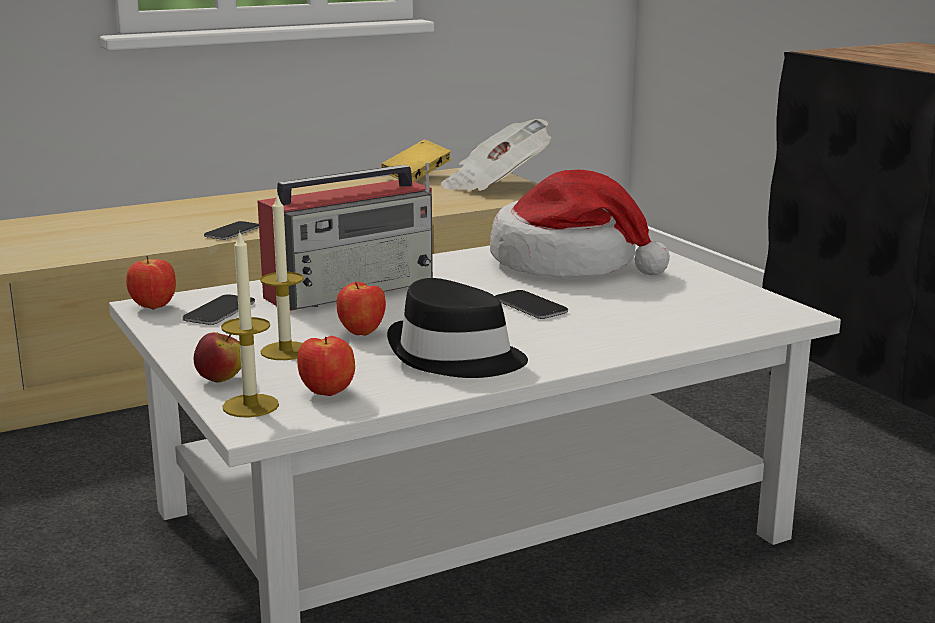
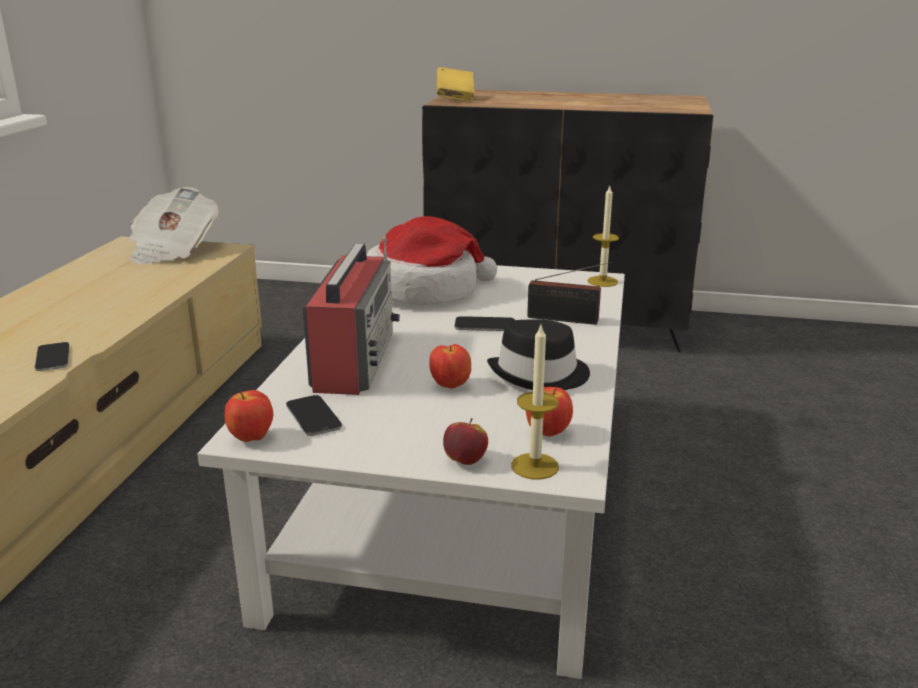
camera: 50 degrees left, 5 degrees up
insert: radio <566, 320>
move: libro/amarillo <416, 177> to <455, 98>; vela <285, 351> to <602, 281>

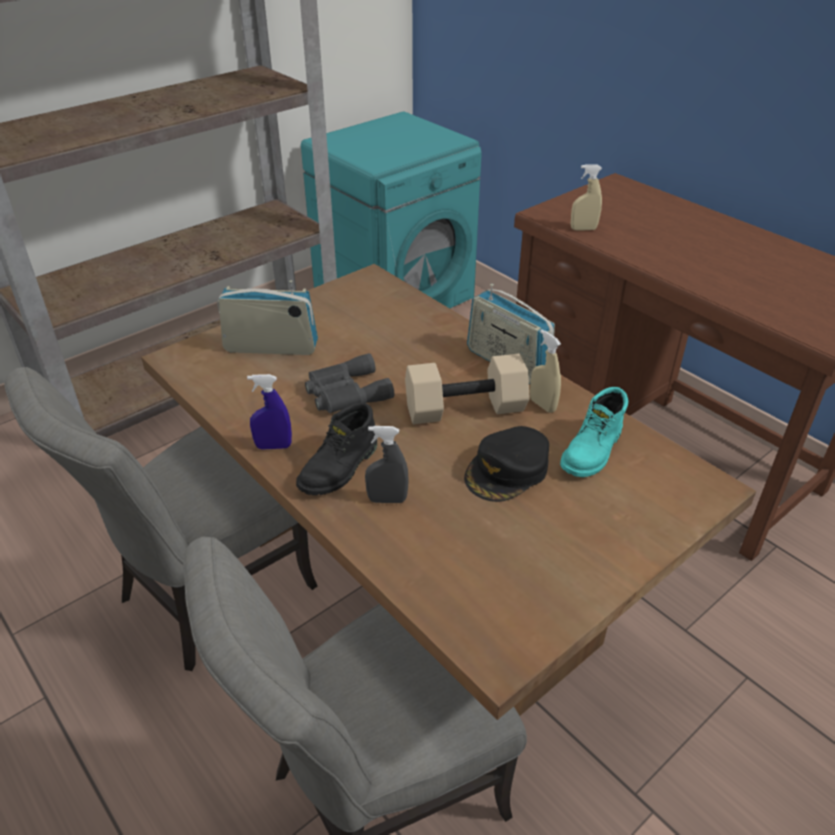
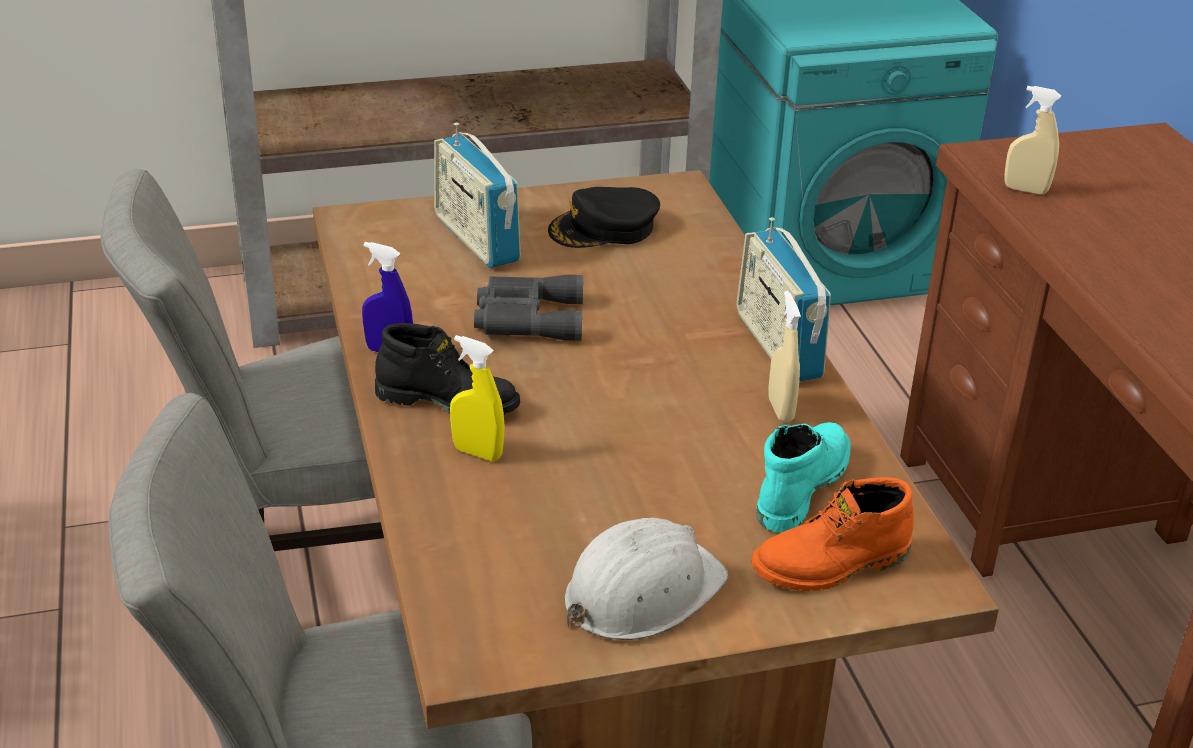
camera: 25 degrees right, 5 degrees down
delete: mancuerna/beis <464, 410>
insert: bota/naranja <832, 566>; casco/blanco <642, 592>
move: gorra/negro <507, 471> to <604, 229>
recolor: pulverizador/gris <387, 500> to pulverizador/amarillo <477, 453>
rotate: radio <271, 347> = <476, 239> 150 degrees counterclockwise; bota/turquesa <593, 452> = <800, 486> 150 degrees clockwise; bota/negro <340, 469> = <449, 401> 135 degrees counterclockwise

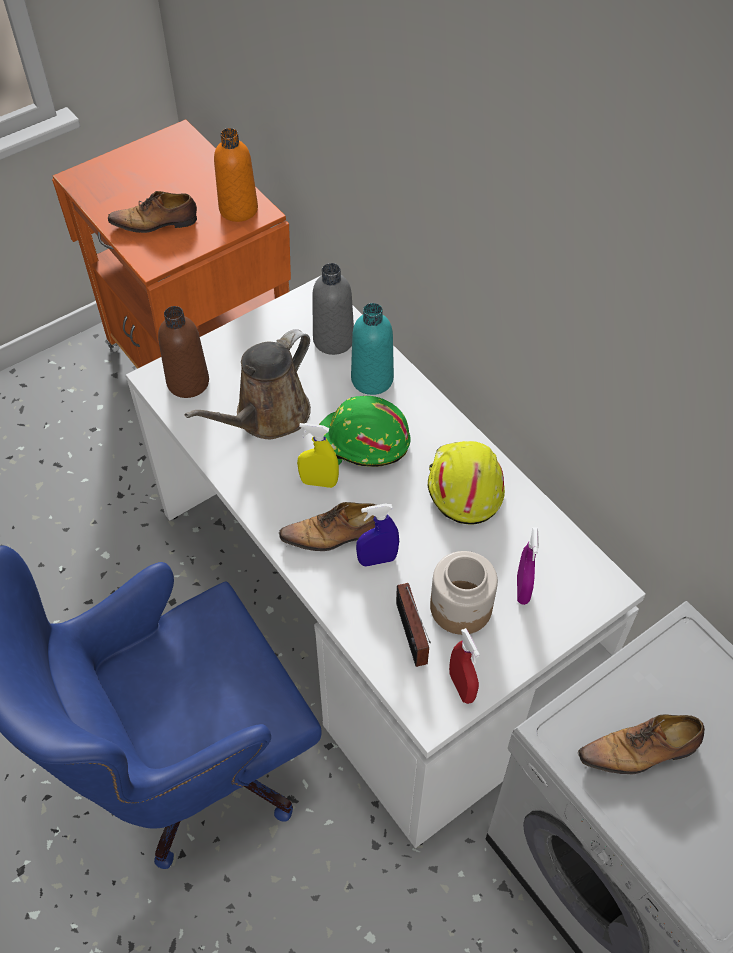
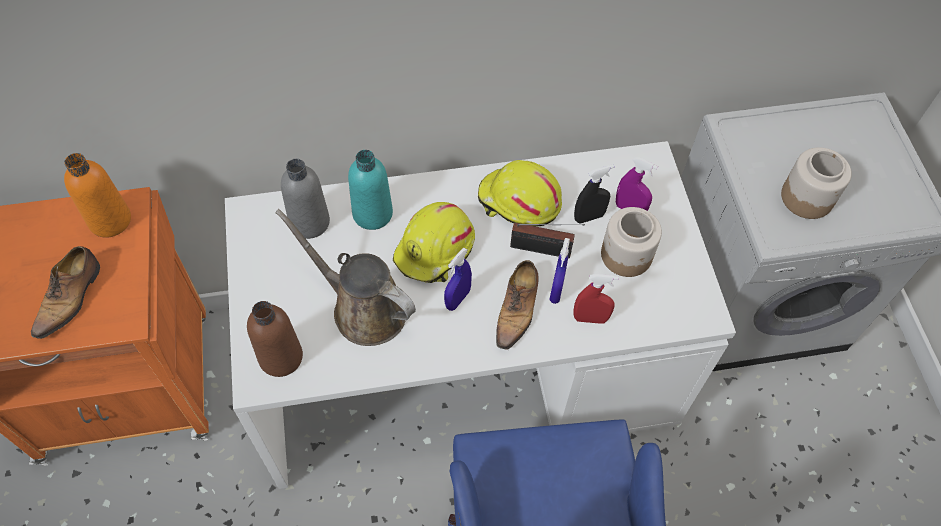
camera: 65 degrees left, 5 degrees up
insert: pulverizador/negro <589, 217>
move: radio <411, 637> to <544, 250>; pulverizador/rojo <461, 687> to <590, 318>
replace: zapato <641, 751> to tarro <807, 197>
recolor: casco/verde <362, 443> to casco/amarillo <436, 250>; pulverizador/amarillo <319, 482> to pulverizador/azul <457, 299>
rotate: regadera/marrón <267, 416> = <363, 308> 150 degrees clockwise

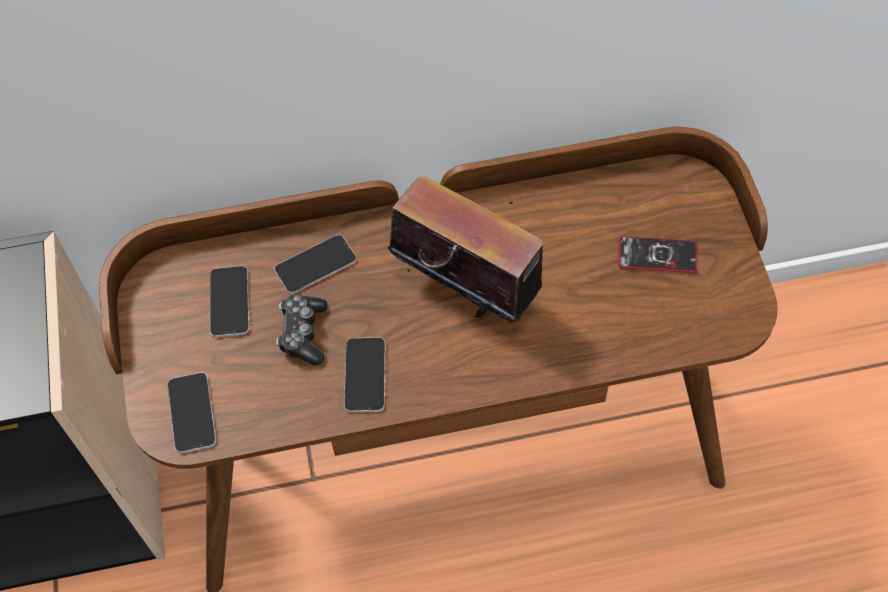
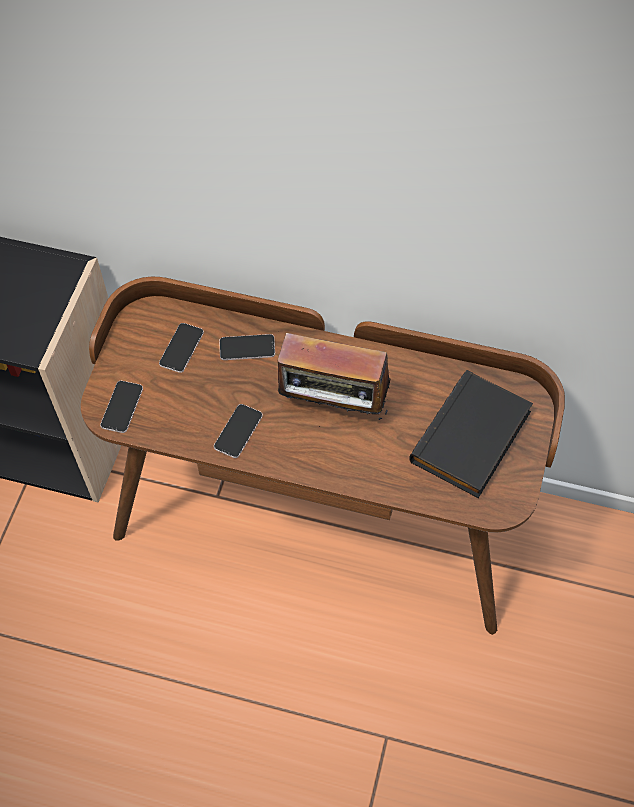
camera: 25 degrees right, 0 degrees up
delete: mando de consola <303, 333>
replace: móvil <657, 255> to libro/negro <473, 439>
rotate: radio <466, 289> = <333, 406> 135 degrees clockwise

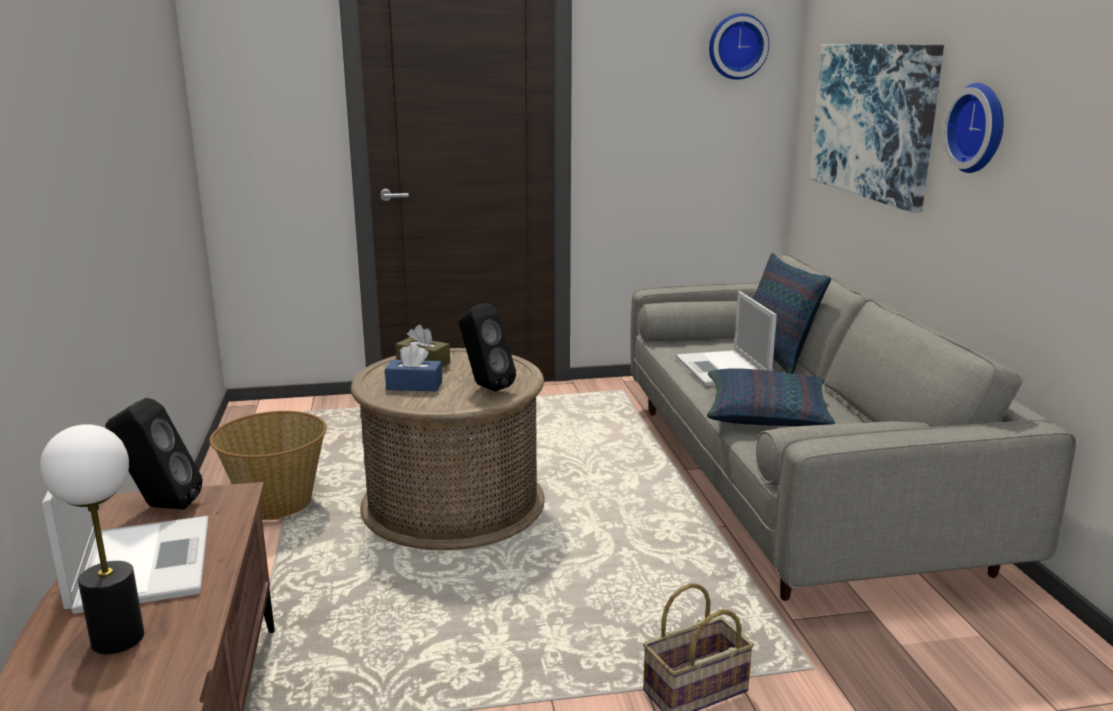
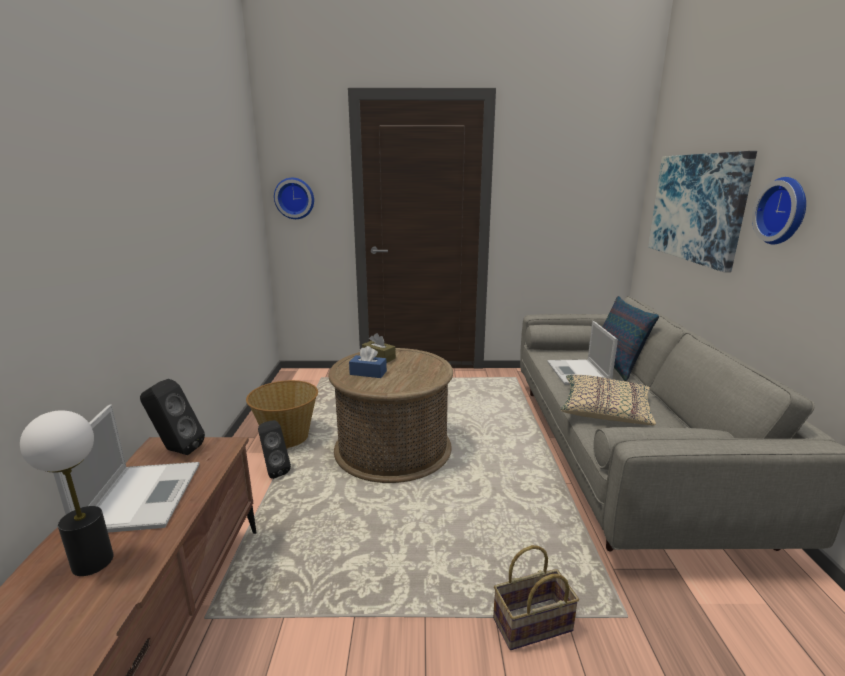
camera: 10 degrees right, 0 degrees up
move: reloj de pared <737, 46> to <295, 198>; altavoz/negro <484, 387> to <273, 471>
recolor: cojín/azul <766, 415> to cojín/beis <605, 410>

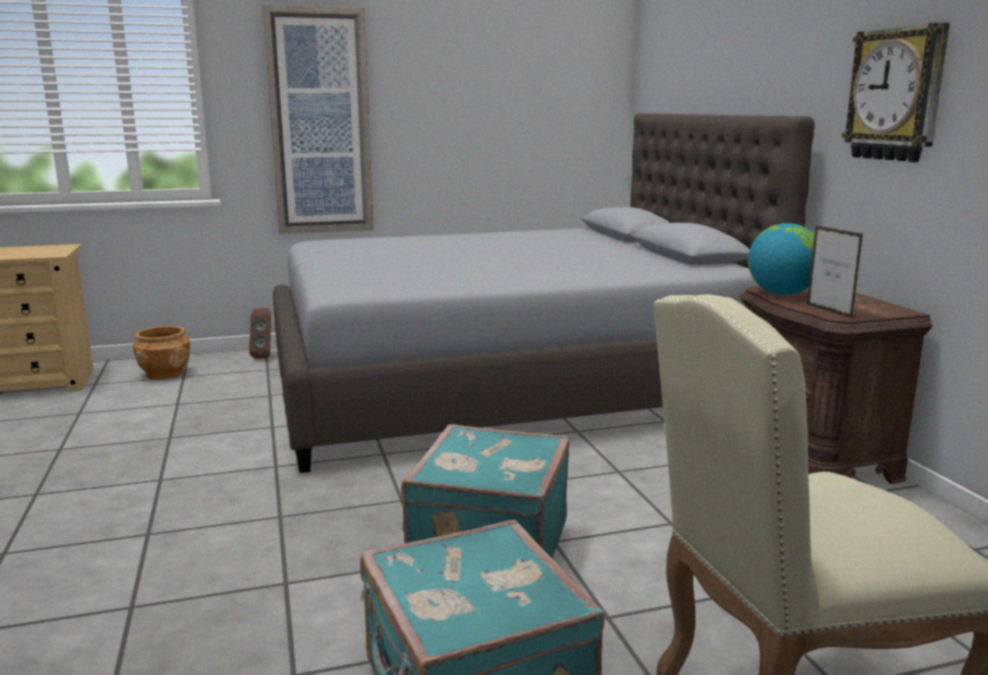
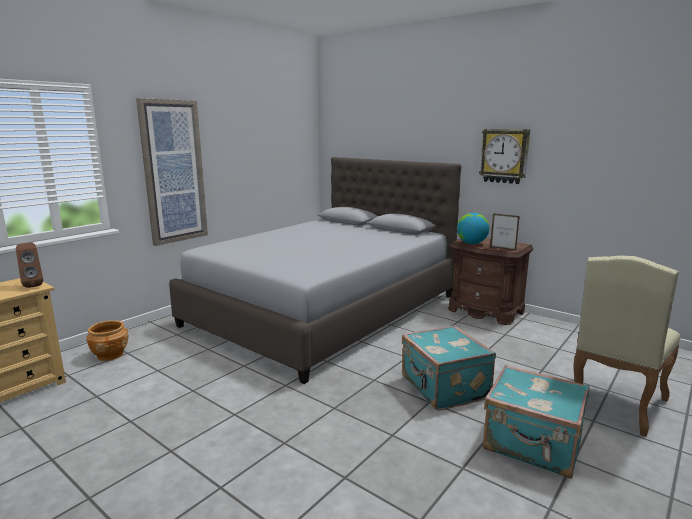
camera: 35 degrees left, 0 degrees up
move: altavoz/marrón <264, 356> to <33, 285>

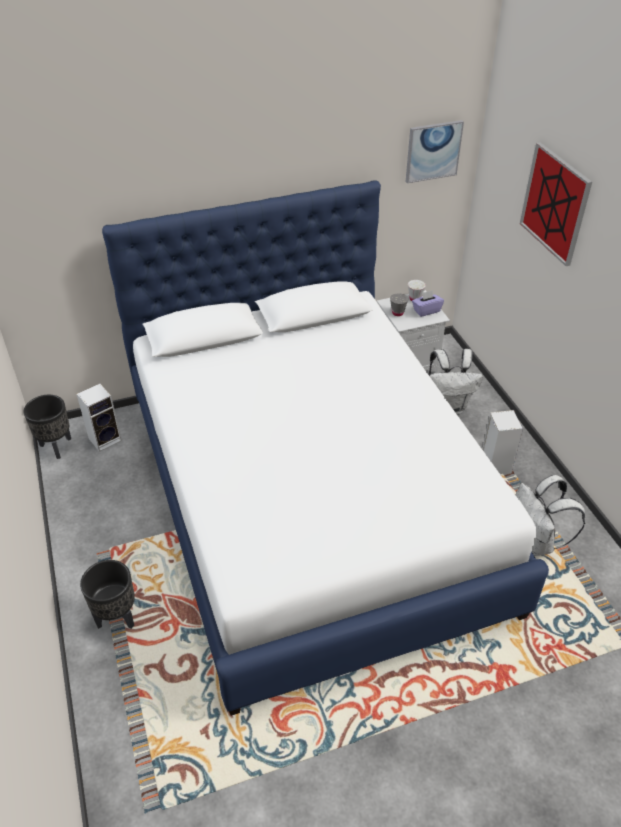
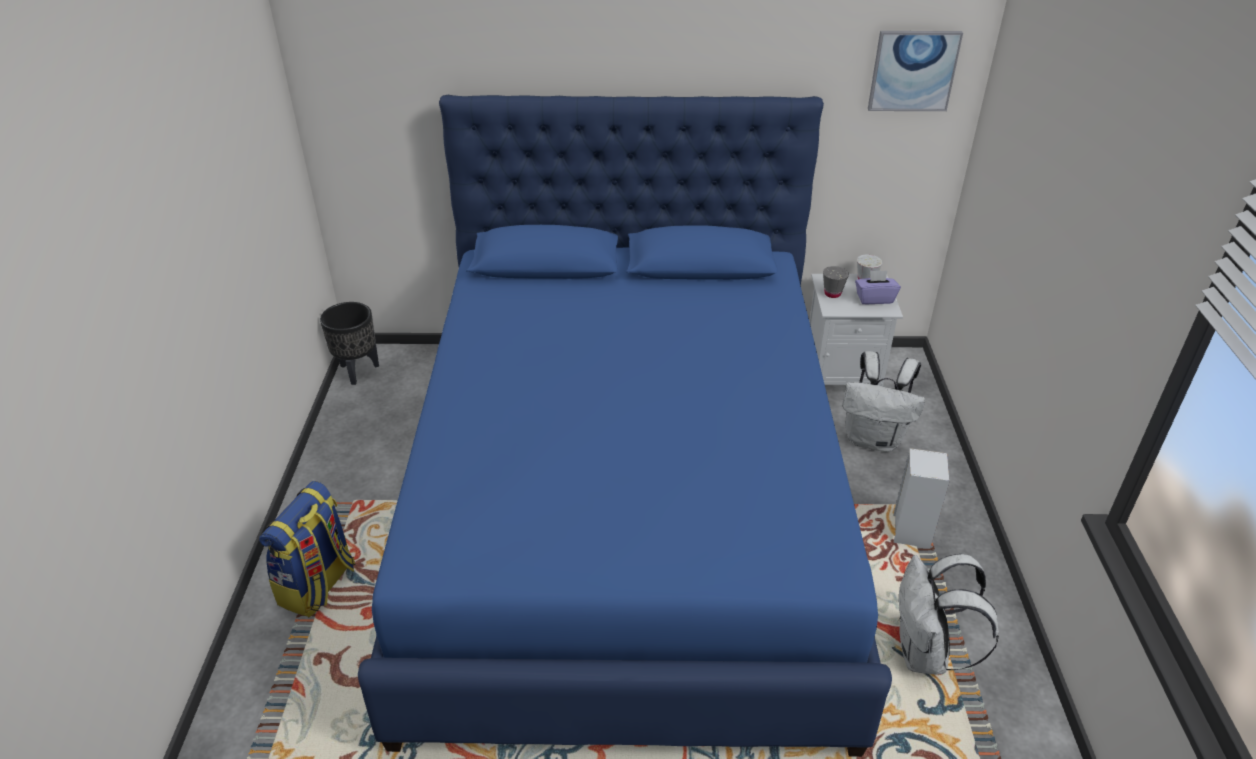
camera: 20 degrees right, 5 degrees down
delete: cuadro <555, 204>; altavoz <106, 439>
replace: maceta/negro <117, 618> to mochila <318, 586>
recolor: cama/blanco <310, 499> to cama/azul <628, 508>

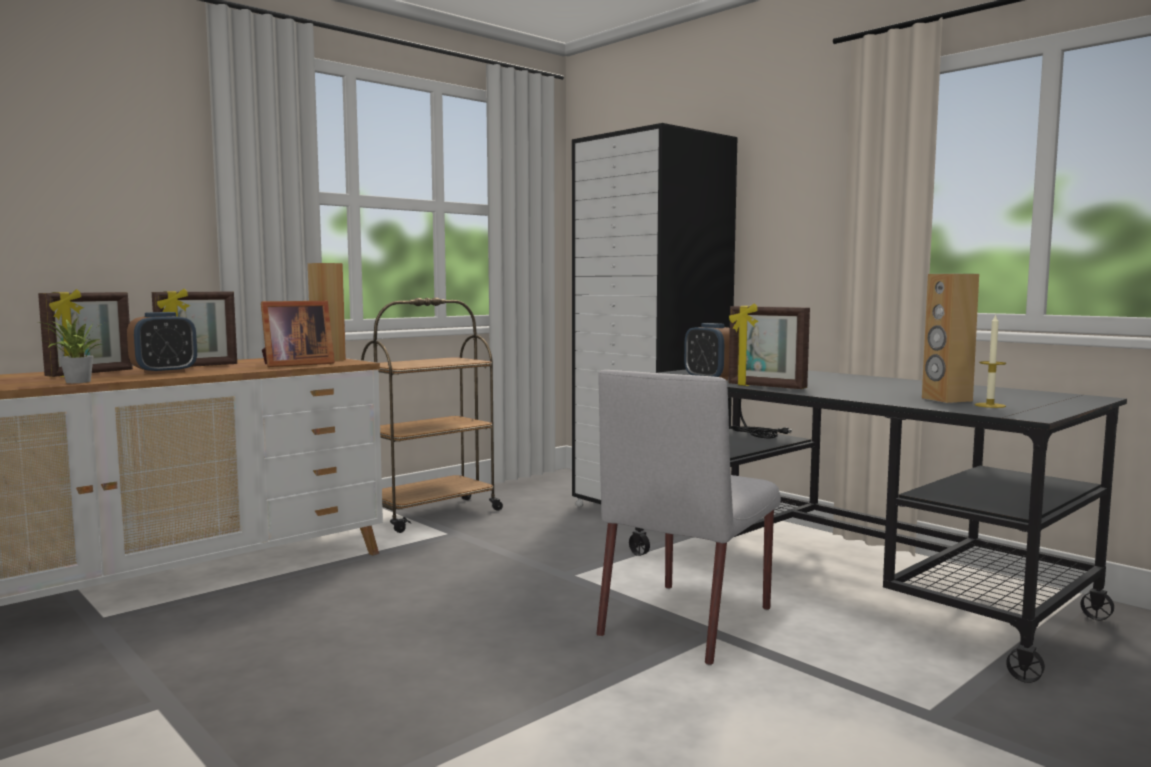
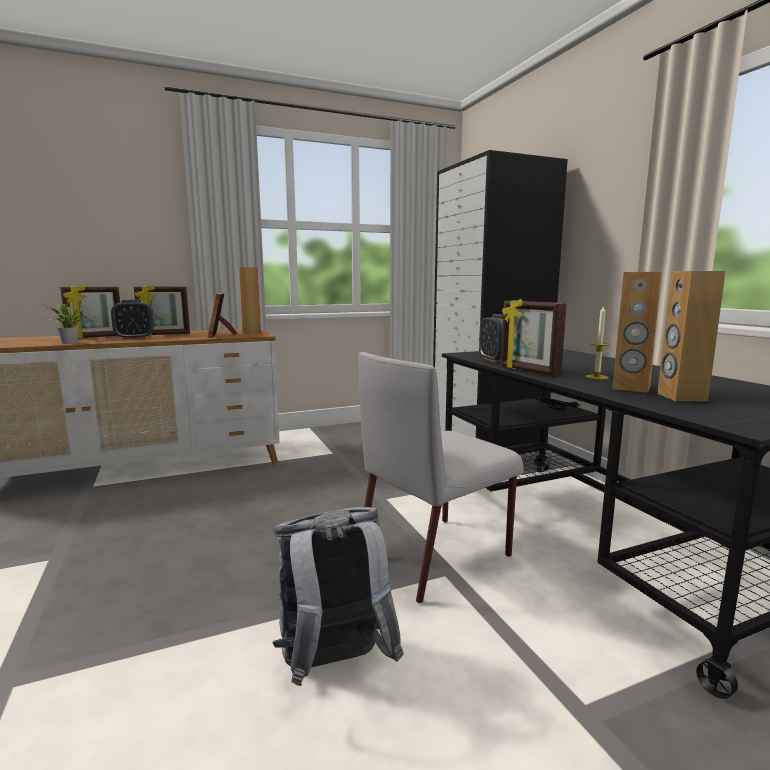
camera: 20 degrees right, 5 degrees up
delete: carrito/marrón <432, 515>
insert: altavoz/marrón <631, 388>; mochila/gris <334, 665>
move: vela <990, 405> to <596, 377>
rotate: portarretratos <295, 364> = <221, 335> 90 degrees clockwise

